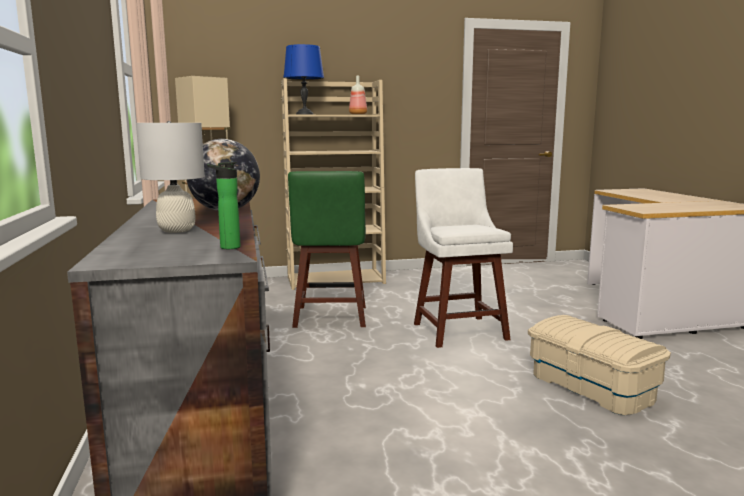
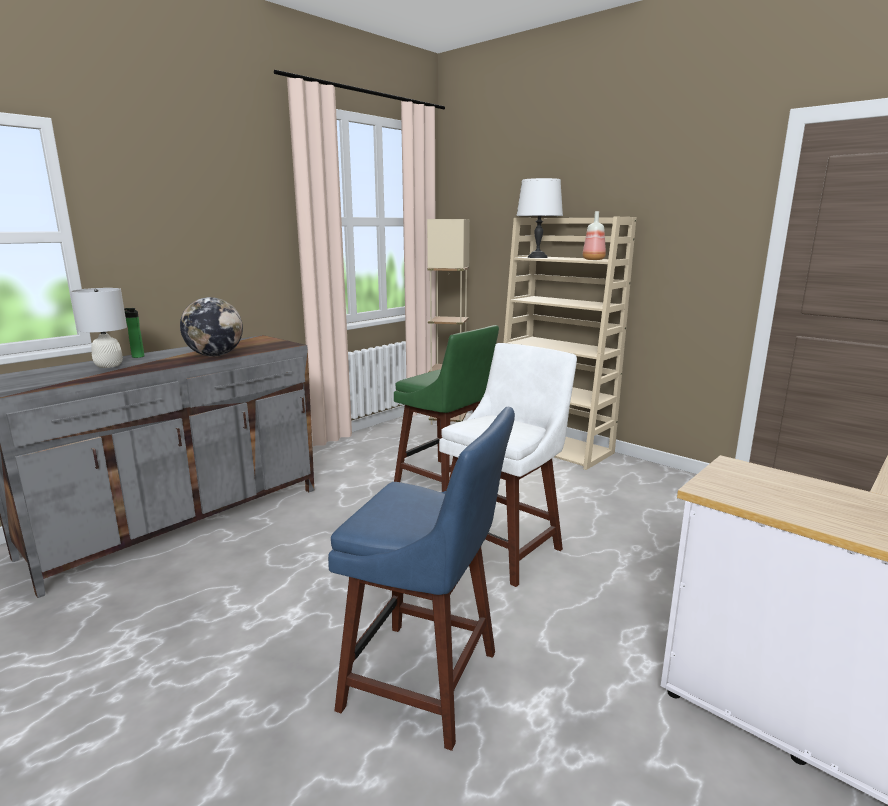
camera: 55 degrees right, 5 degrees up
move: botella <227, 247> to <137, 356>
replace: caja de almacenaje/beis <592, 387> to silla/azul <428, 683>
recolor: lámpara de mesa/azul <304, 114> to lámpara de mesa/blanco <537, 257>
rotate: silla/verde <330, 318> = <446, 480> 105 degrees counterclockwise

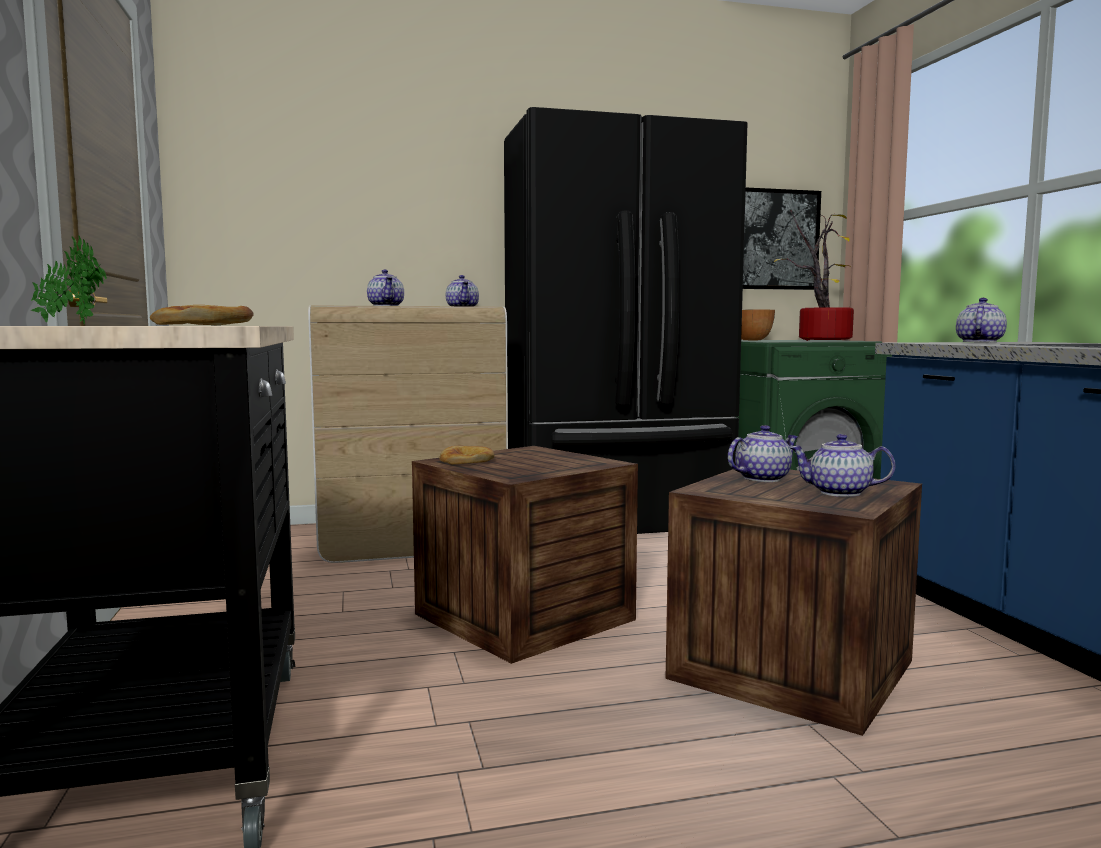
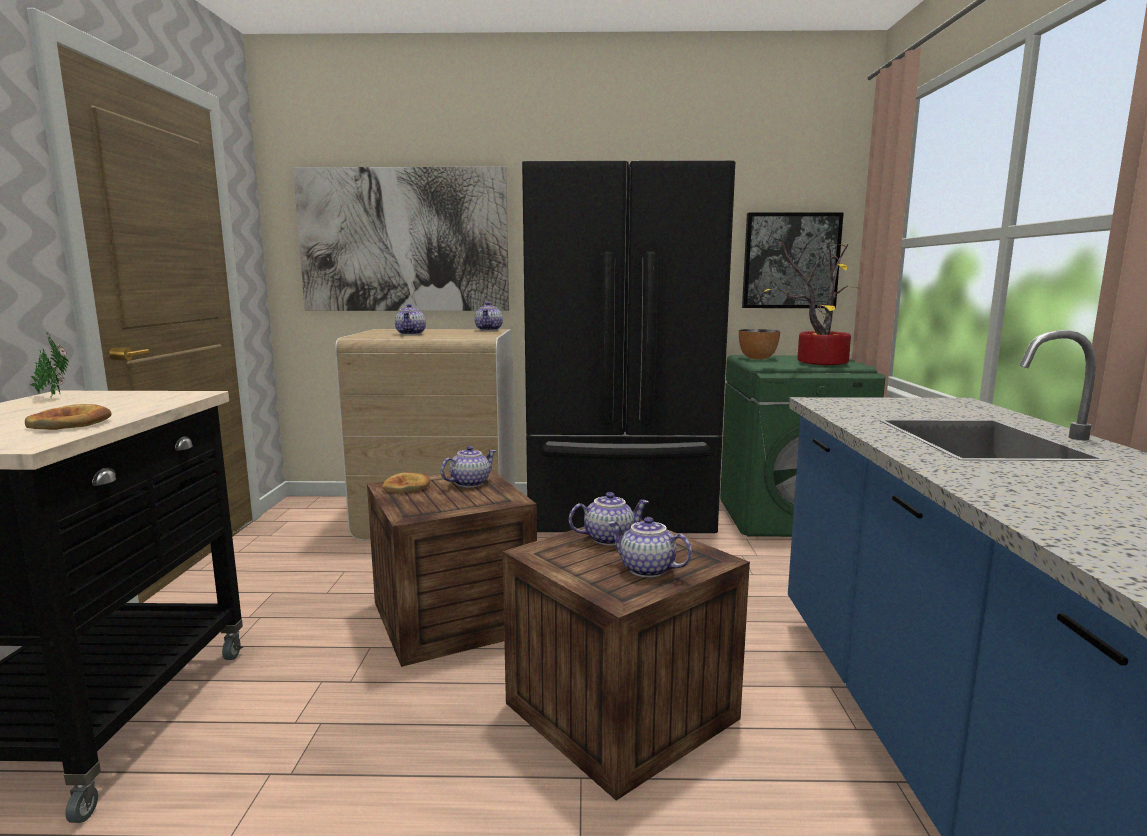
camera: 15 degrees right, 5 degrees up
insert: cuadro <404, 240>
move: tetera <978, 342> to <470, 483>

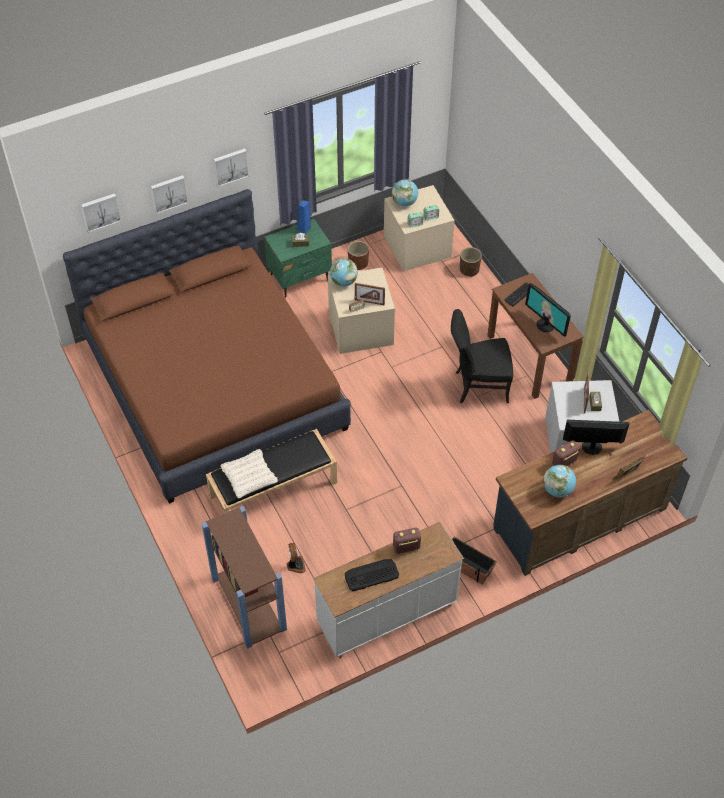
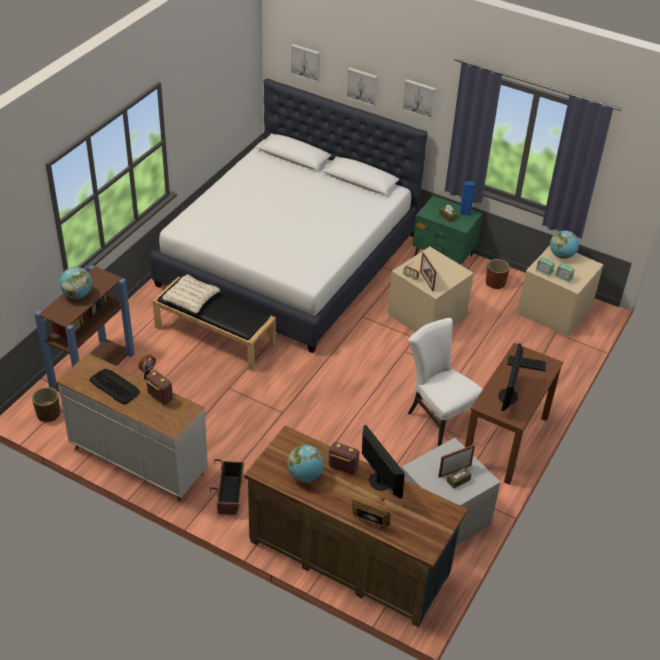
camera: 55 degrees right, 10 degrees down
move: maceta/marrón <469, 270> to <48, 414>; globo terráqueo <343, 282> to <77, 295>
recolor: cama/marrón <214, 384> to cama/blanco <289, 259>; silla/negro <477, 386> to silla/blanco <437, 417>

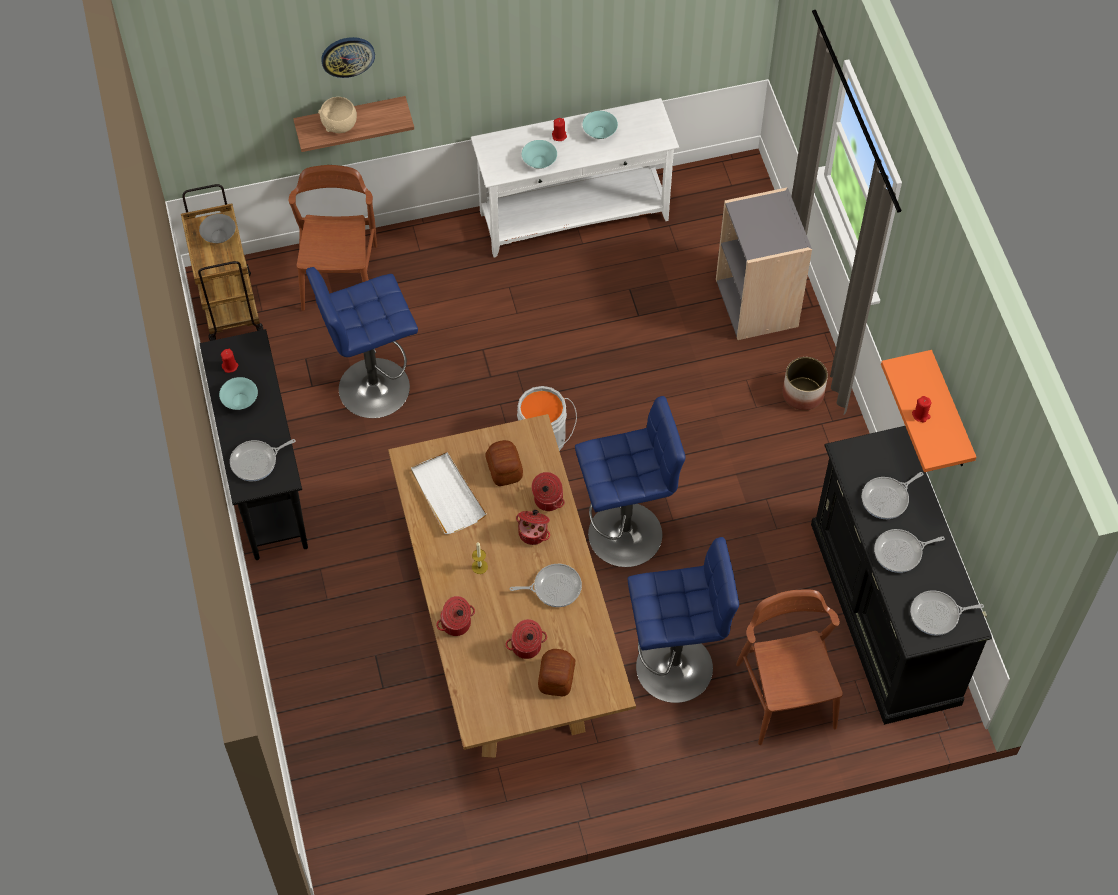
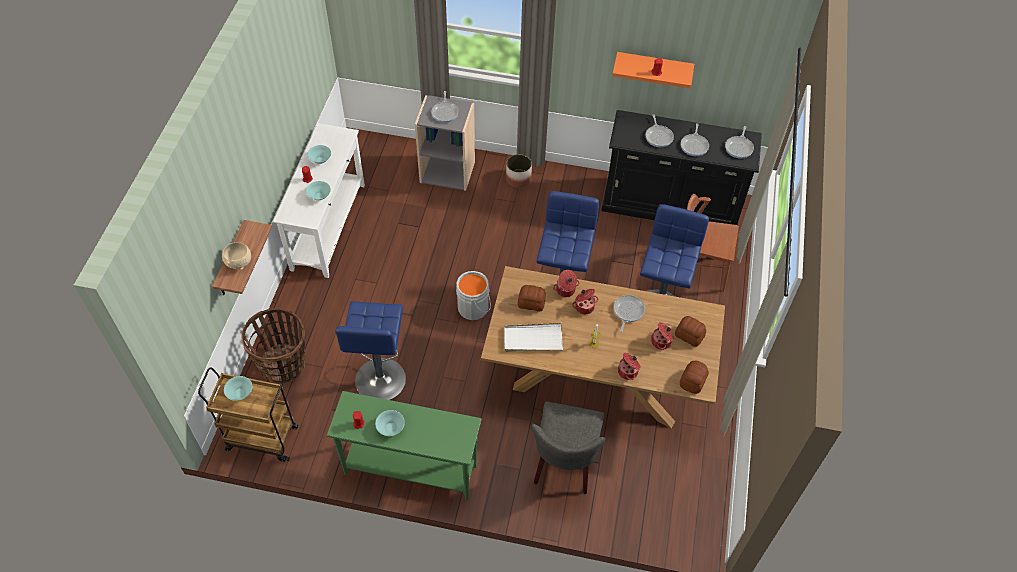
camera: 65 degrees left, 5 degrees down
delete: reloj de pared <347, 56>
insert: pan <693, 381>; silla/gris <564, 464>
move: sartén <256, 462> to <445, 112>
replace: silla/marrón <340, 277> to cesta <283, 364>
recolor: cuenco/gris <219, 236> to cuenco/turquesa <239, 393>; mesa consola/negro <264, 480> to mesa consola/verde <409, 471>

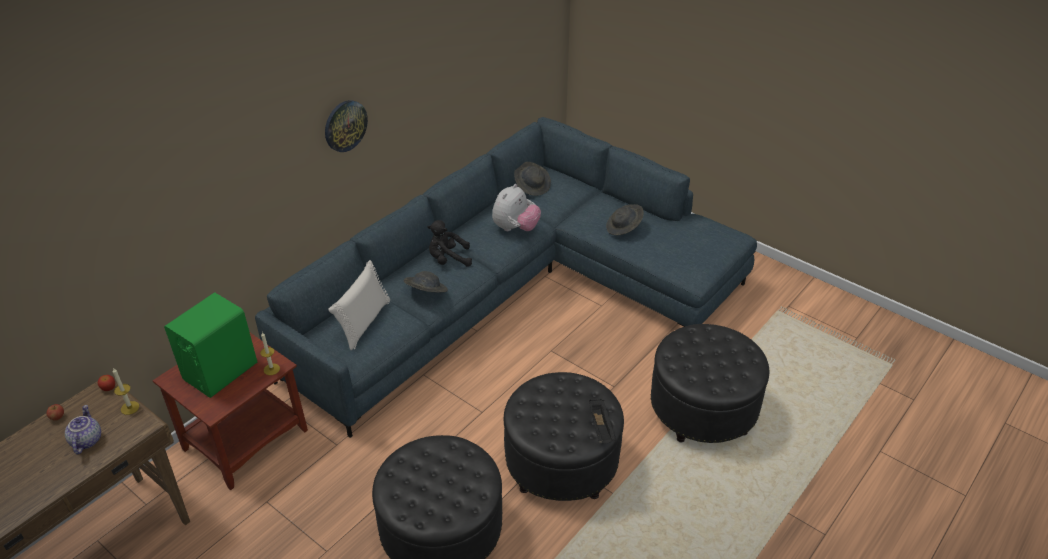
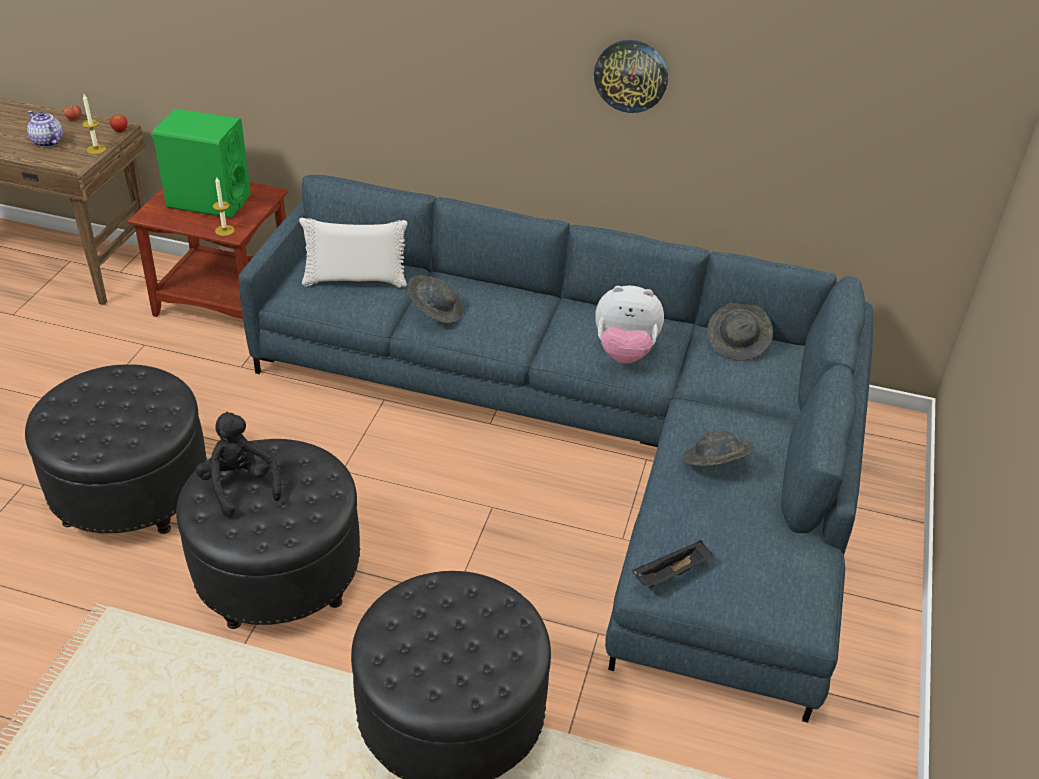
camera: 65 degrees right, 0 degrees up
move: reloj de pared <345, 125> to <631, 75>; peluche/negro <448, 259> to <240, 486>; bandeja/negro <601, 428> to <670, 575>
rotate: tetera <86, 440> = <47, 142> 105 degrees counterclockwise

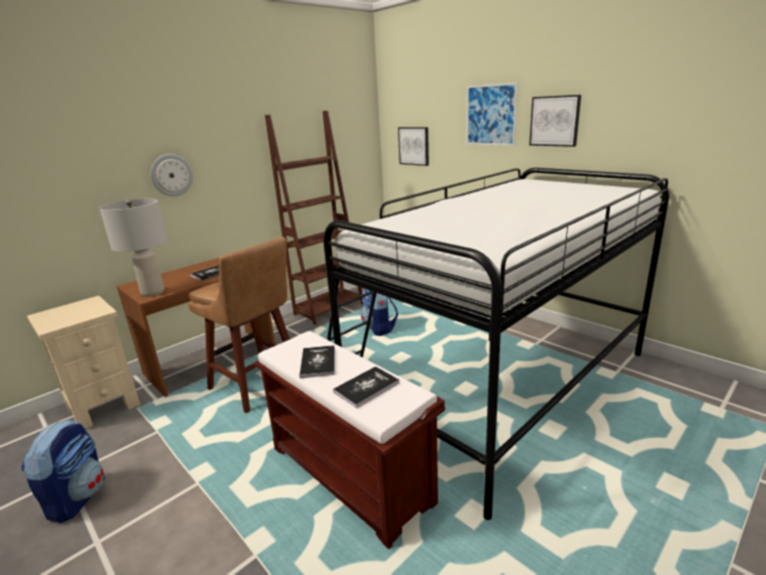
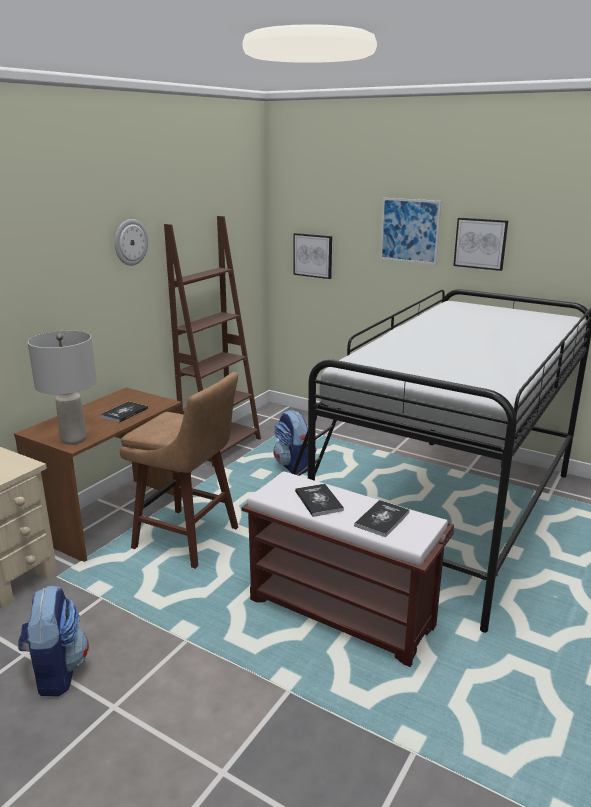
camera: 15 degrees left, 0 degrees up
move: reloj de pared <171, 175> to <130, 242>

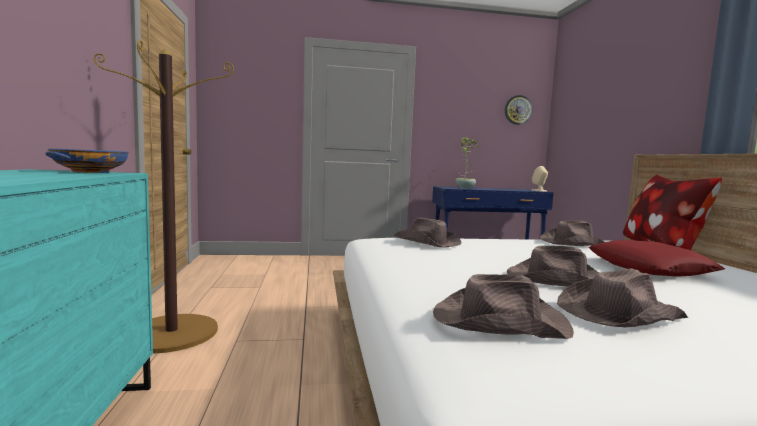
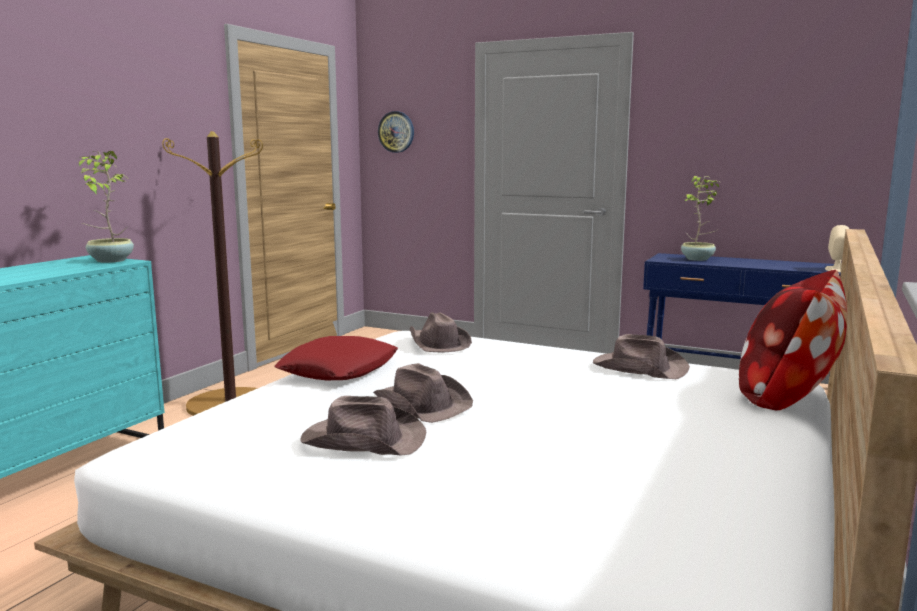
camera: 35 degrees right, 5 degrees up
delete: sombrero/marrón <498, 321>
move: reloj de pared <518, 110> to <396, 132>; cojín/rojo <649, 268> to <339, 370>
replace: cuenco/azul <91, 172> to planta en maceta <110, 260>

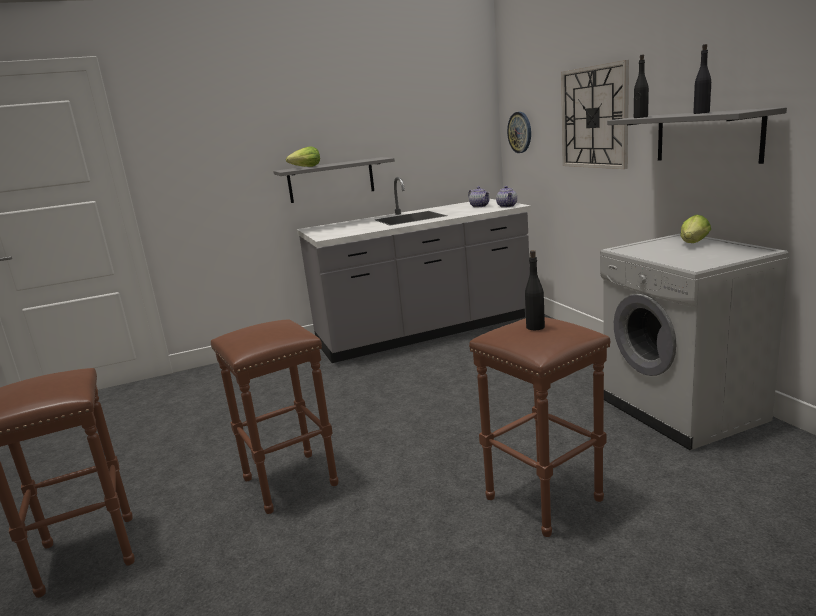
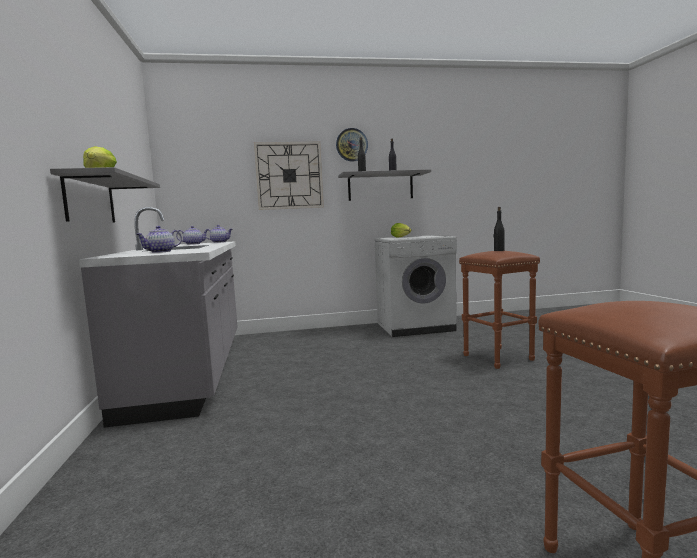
camera: 80 degrees left, 10 degrees down
delete: taburete/marrón <291, 480>
insert: tetera <161, 252>
move: reloj de pared <520, 132> to <351, 145>

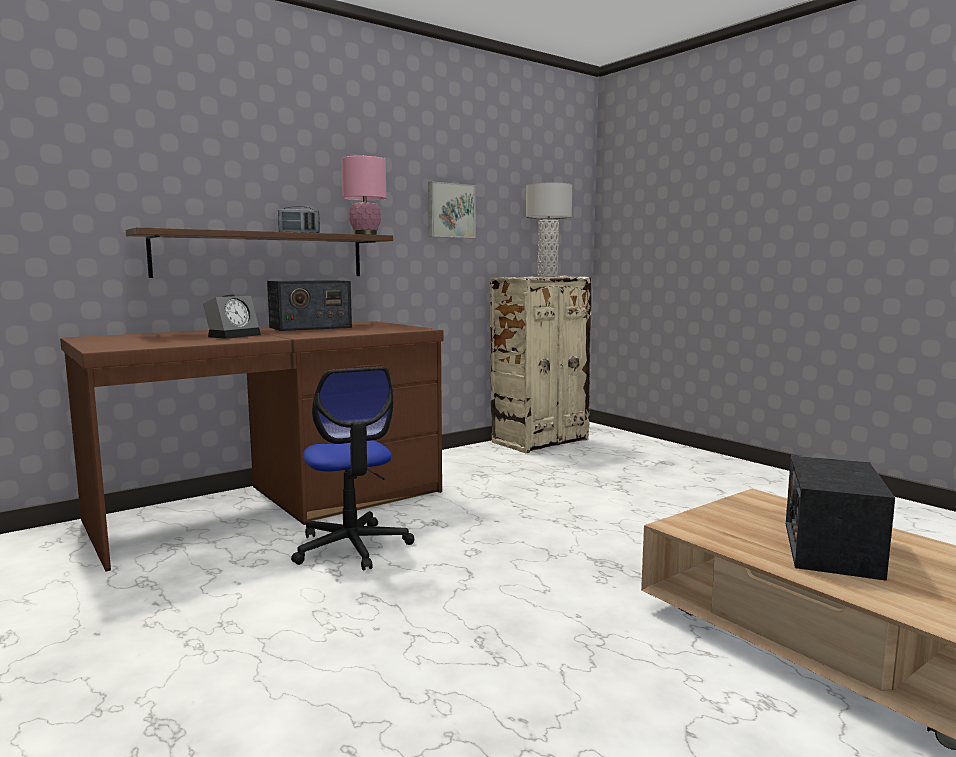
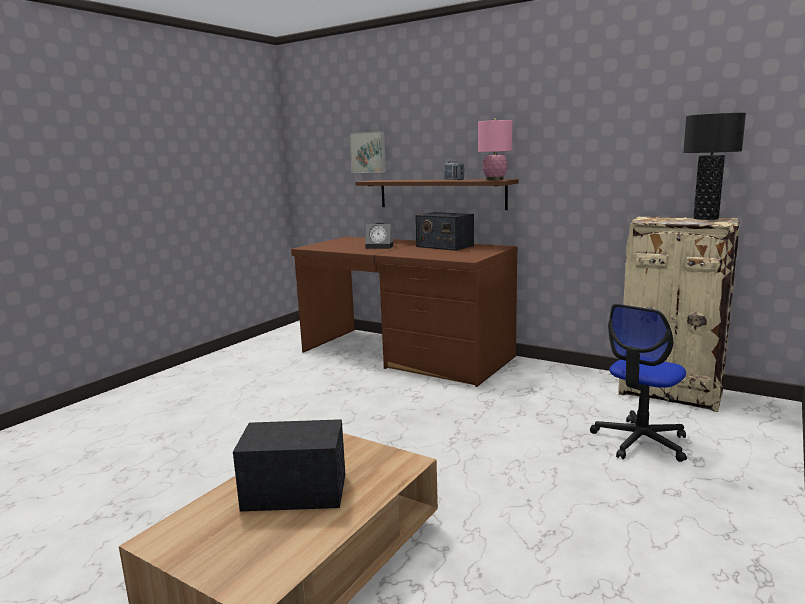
camera: 70 degrees right, 5 degrees up
move: cuadro <450, 210> to <369, 152>; silla de oficina <352, 547> to <640, 441>
recolor: lámpara de mesa/blanco <547, 276> to lámpara de mesa/negro <705, 218>

